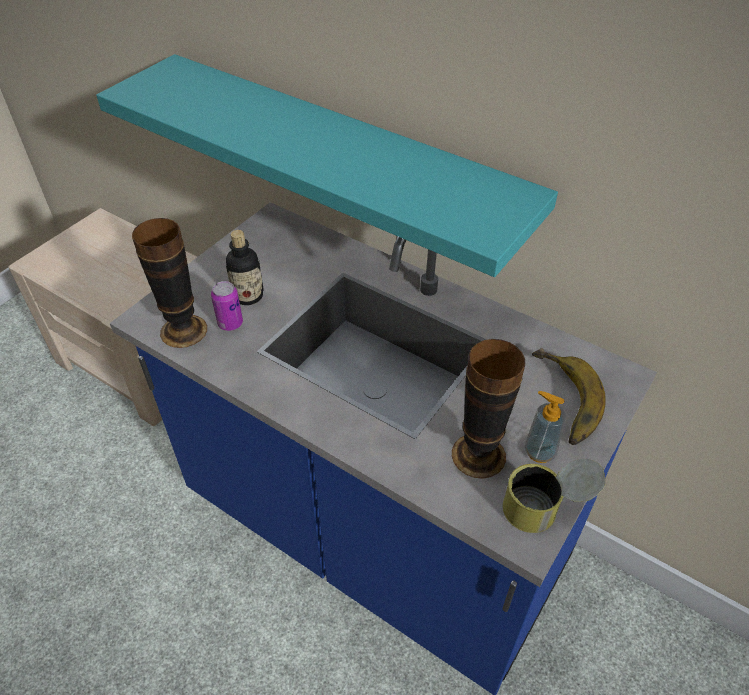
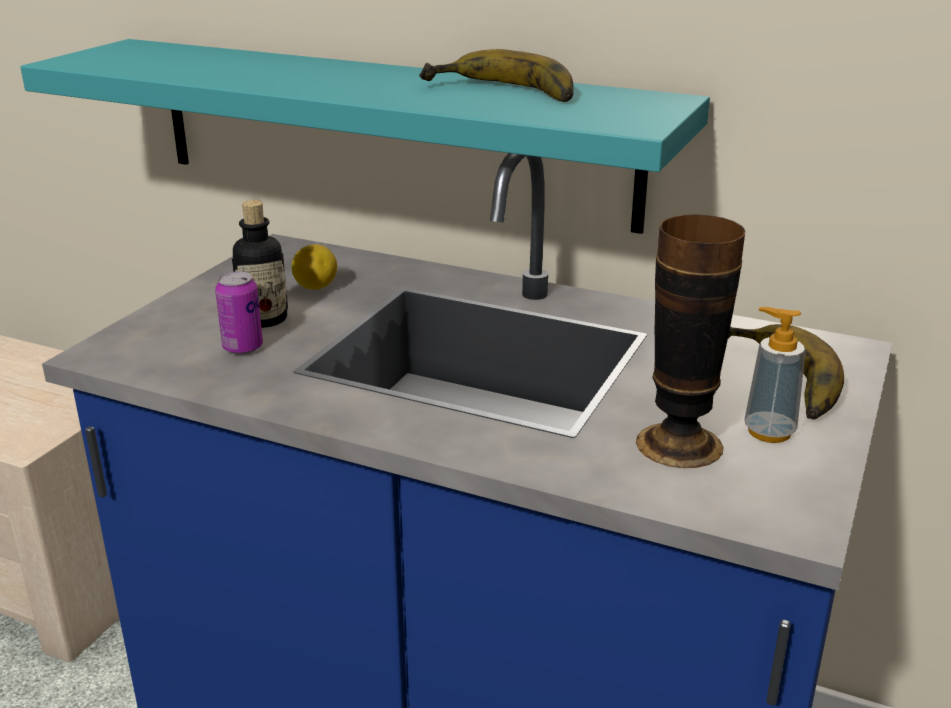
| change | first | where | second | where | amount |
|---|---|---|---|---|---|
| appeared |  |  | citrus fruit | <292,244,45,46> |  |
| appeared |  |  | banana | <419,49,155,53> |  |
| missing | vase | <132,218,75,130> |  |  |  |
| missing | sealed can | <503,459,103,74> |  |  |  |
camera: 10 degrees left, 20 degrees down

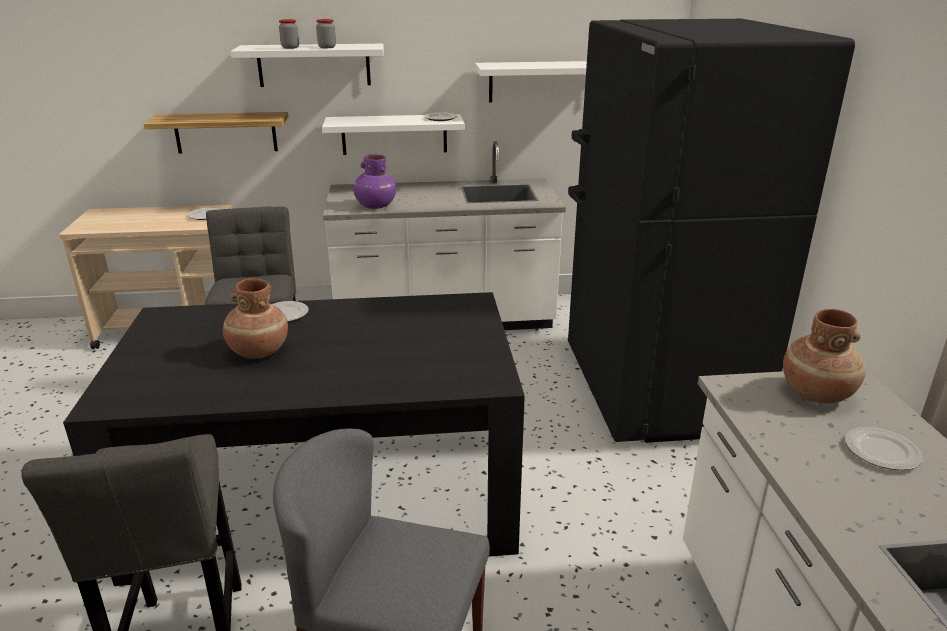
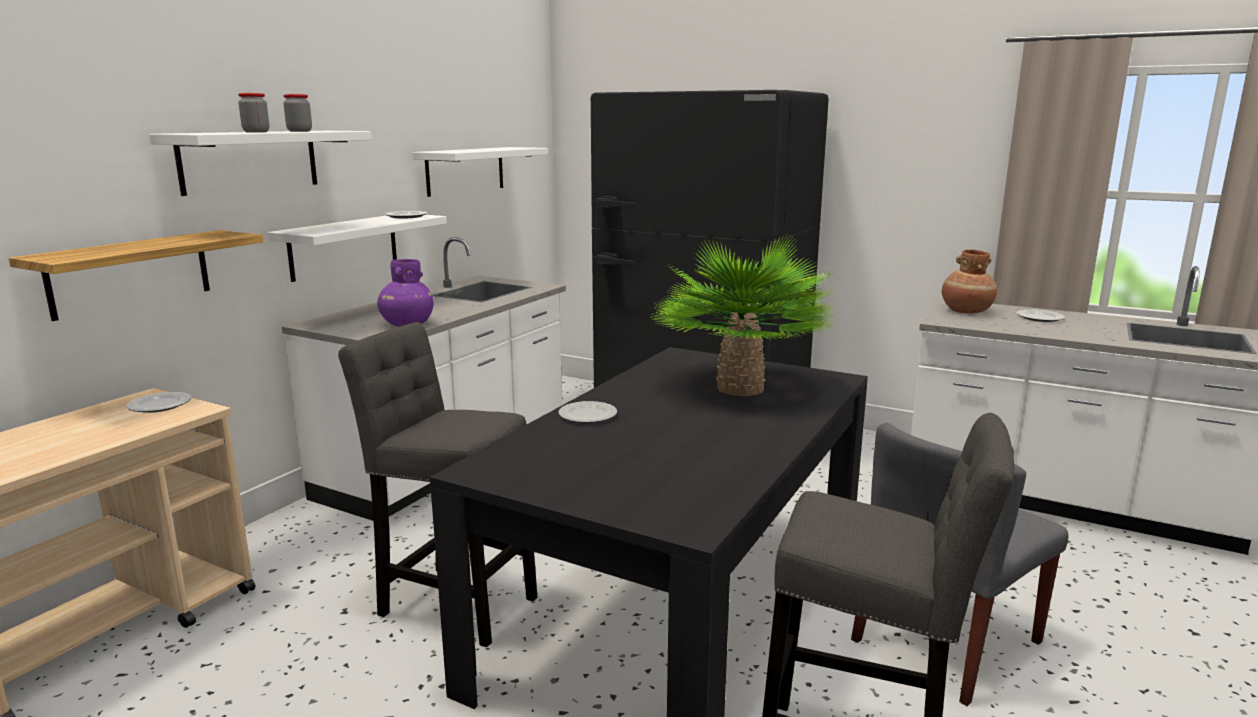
| change | first | where | second | where | amount |
|---|---|---|---|---|---|
| appeared |  |  | plant in a pot | <650,234,187,162> |  |
| missing | brown vase | <223,279,65,80> |  |  |  |
camera: 55 degrees left, 10 degrees down

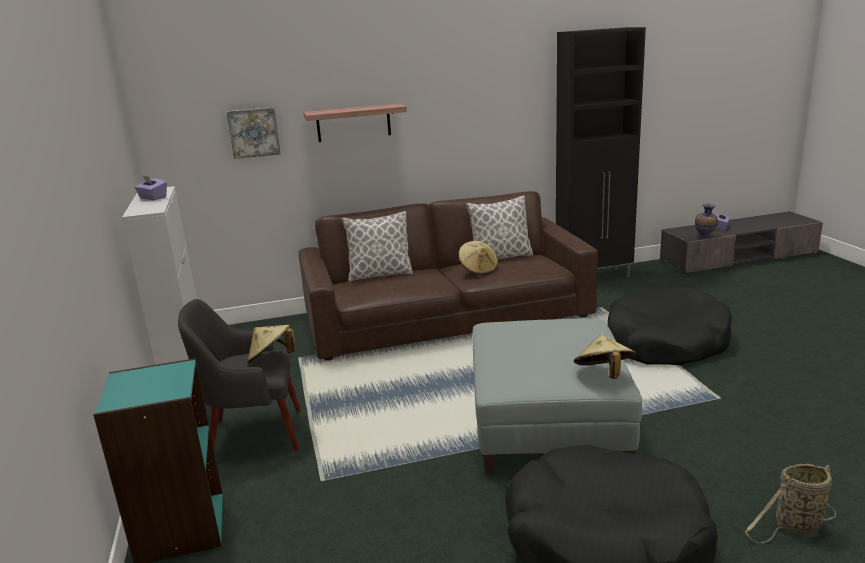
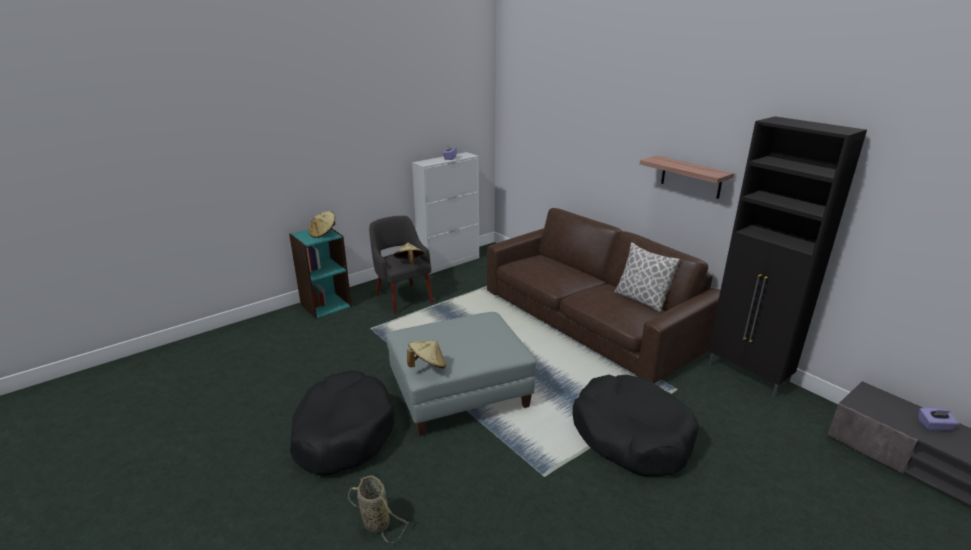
| change | first | where | second | where | amount |
|---|---|---|---|---|---|
| relocated | beige wearable hat | <459,241,39,34> |  | <308,211,27,27> |  |
| relocated | bracket shelf | <303,103,104,39> |  | <640,156,94,43> |  |
| missing | wall art | <227,107,53,52> |  |  |  |
| missing | throw pillow | <342,211,71,71> |  |  |  |
| missing | vase | <695,203,23,34> |  |  |  |
camera: 65 degrees right, 5 degrees up

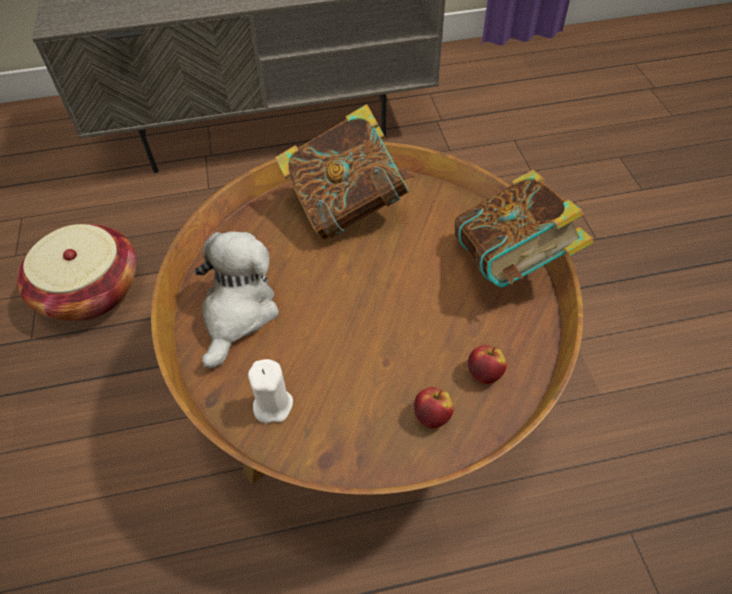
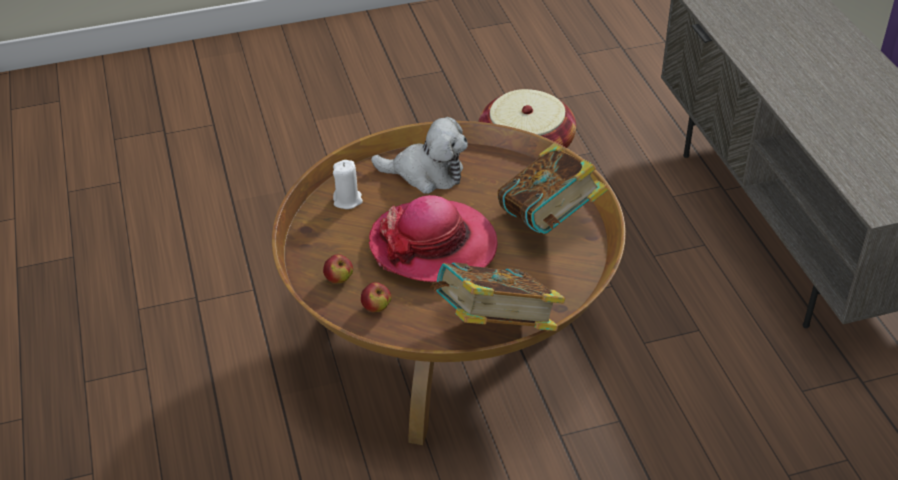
| change | first | where | second | where | amount |
|---|---|---|---|---|---|
| appeared |  |  | wearable hat | <369,195,129,87> |  |
camera: 85 degrees right, 10 degrees down

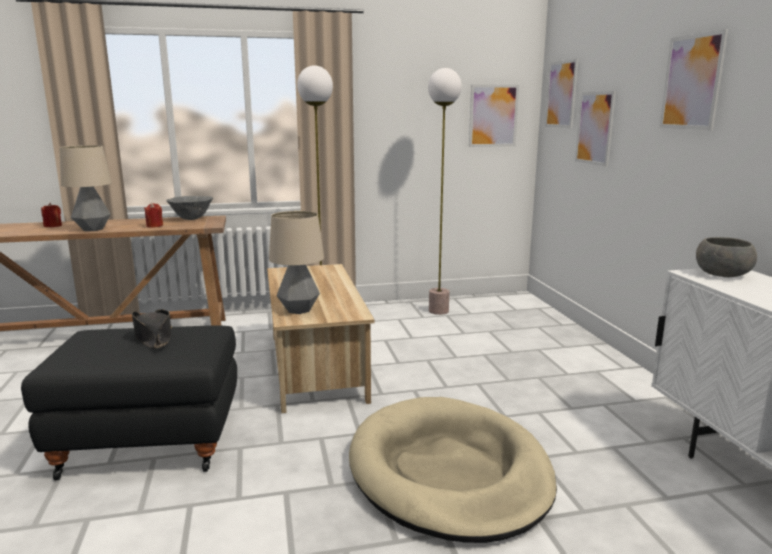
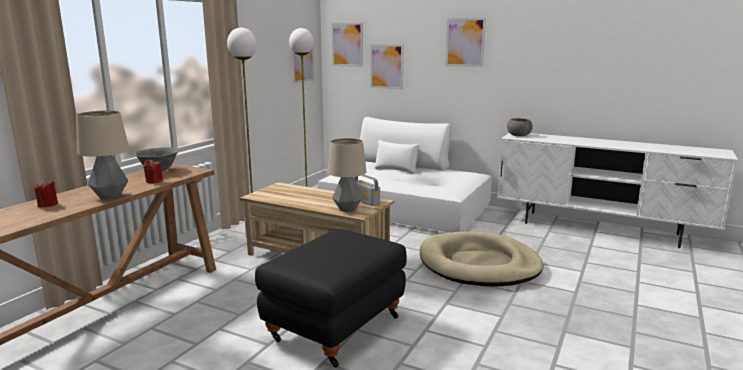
| change | first | where | second | where | amount |
|---|---|---|---|---|---|
| appeared |  |  | whitish couch | <318,117,174,116> |  |
| appeared |  |  | radio set | <354,175,26,31> |  |
| missing | blackish wearable hat | <132,309,40,39> |  |  |  |
camera: 50 degrees left, 0 degrees up

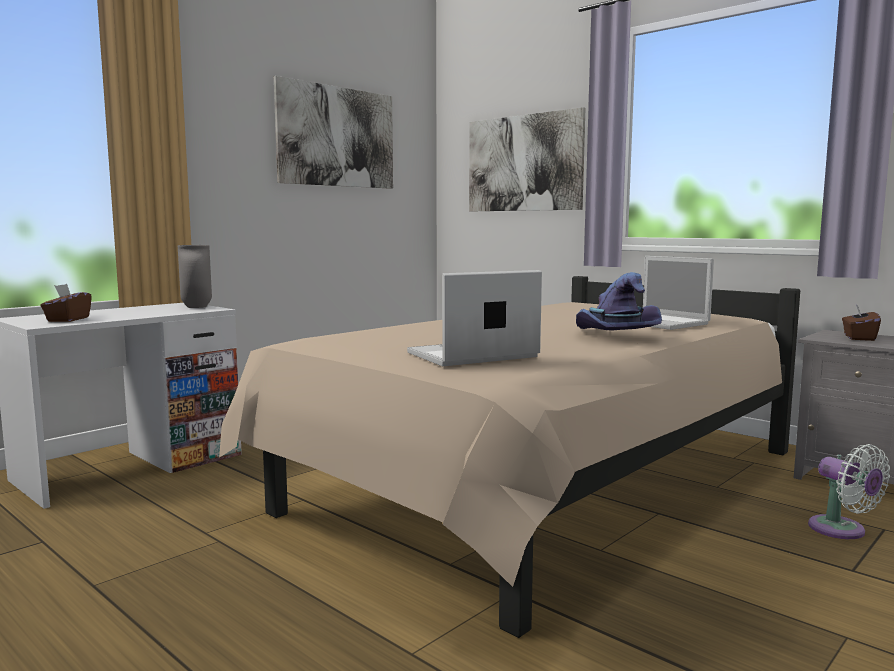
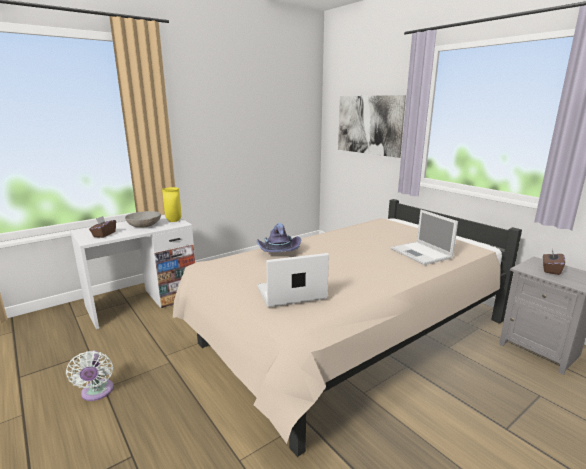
| change | first | where | second | where | amount |
|---|---|---|---|---|---|
| relocated | whitish fan | <808,444,82,95> |  | <66,351,48,50> |  |
| appeared |  |  | gray deep dish | <125,211,36,16> |  |
| colour | gray vase | <178,245,34,63> | yellow-coloured vase | <162,187,20,35> |  |
| relocated | purple-coloured wearable hat | <576,272,86,59> |  | <257,223,44,29> |  |
| missing | wall art | <274,76,119,113> |  |  |  |
camera: 10 degrees right, 10 degrees up

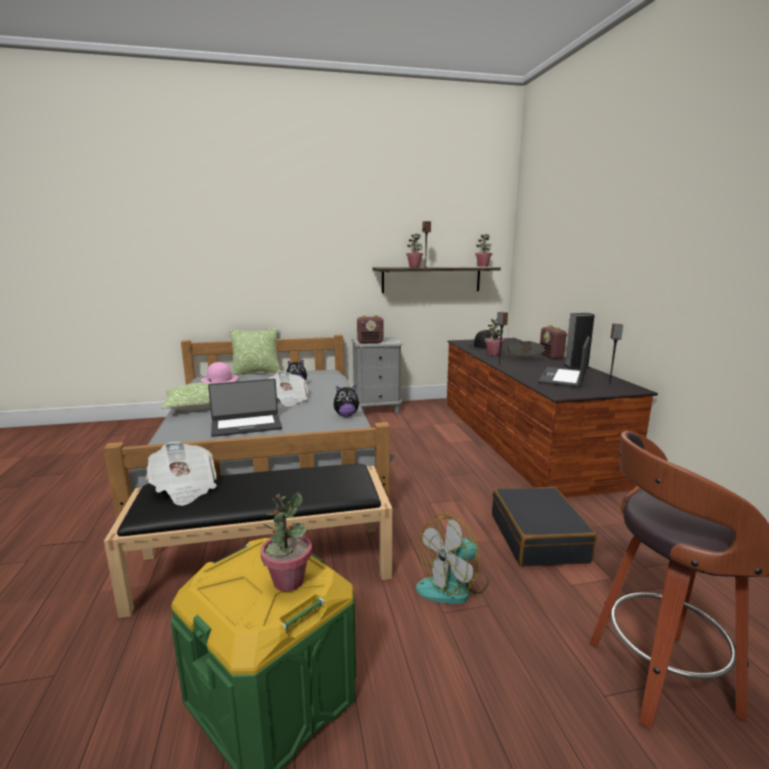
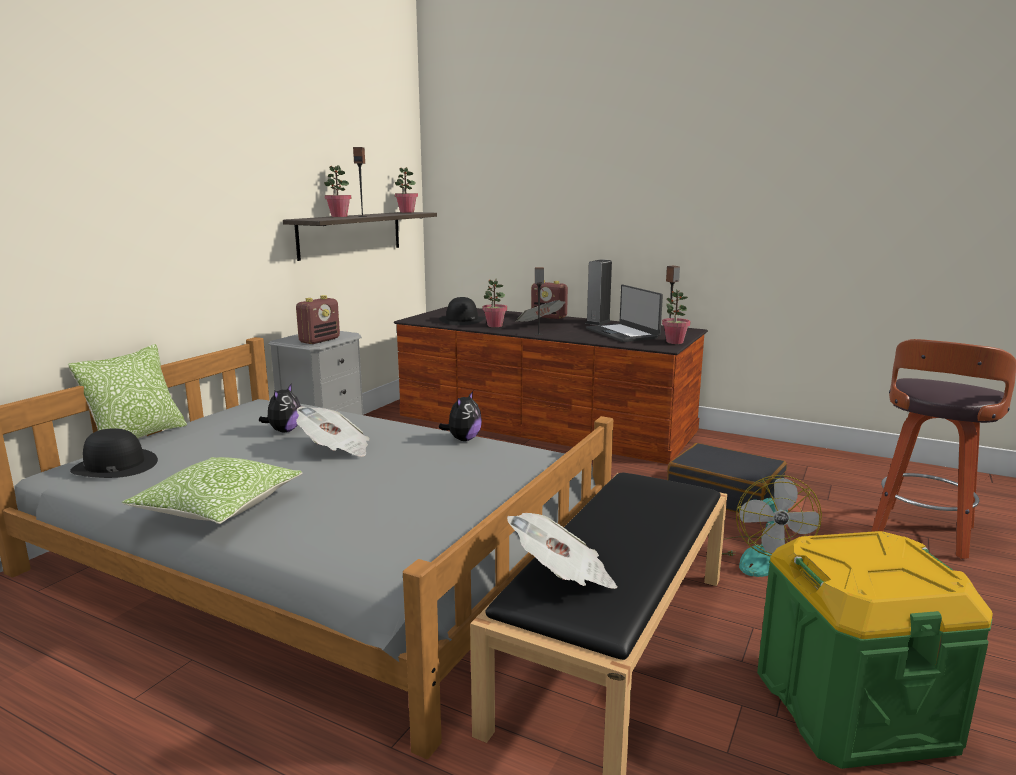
| change | first | where | second | where | amount |
|---|---|---|---|---|---|
| colour | pinkish wearable hat | <201,362,37,21> | blackish wearable hat | <70,428,88,50> |  |
| relocated | plant in a pot | <260,492,52,100> |  | <662,289,29,55> |  |
| missing | notebook computer | <208,379,74,58> |  |  |  |
camera: 50 degrees left, 0 degrees up

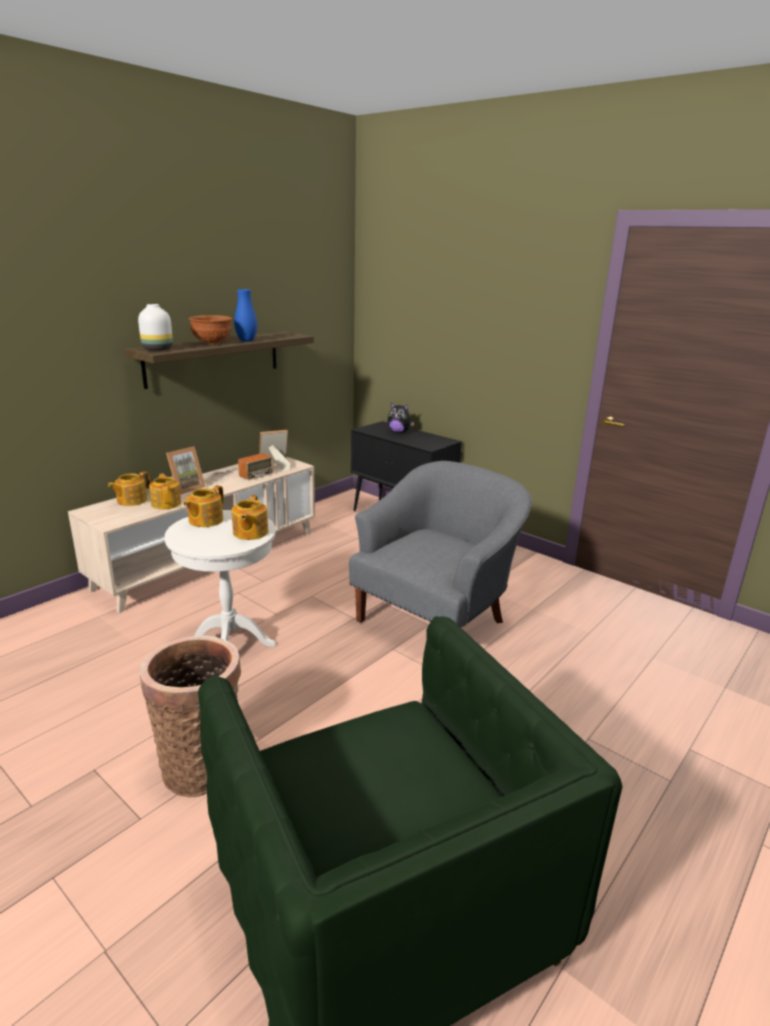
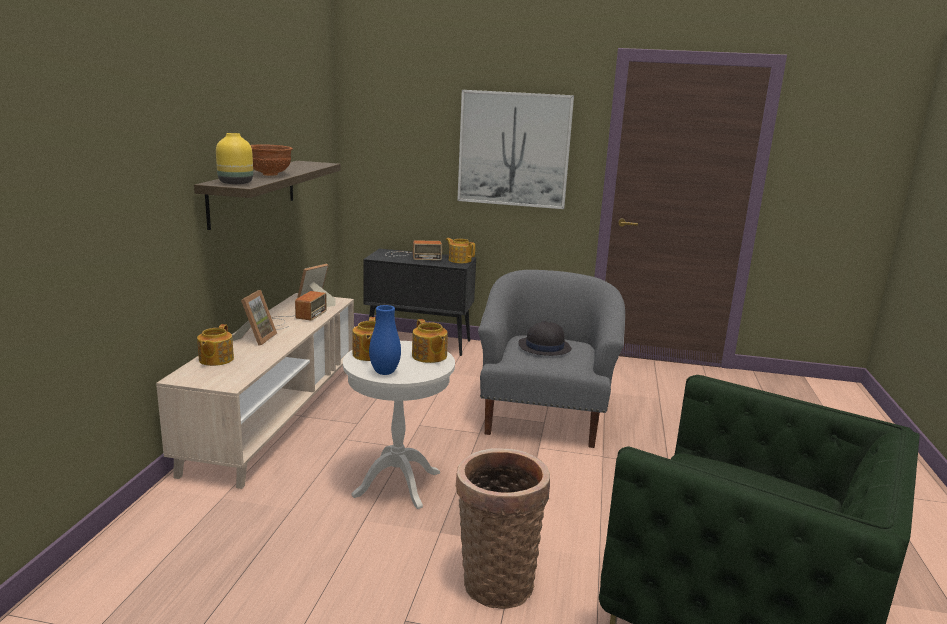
| change | first | where | second | where | amount |
|---|---|---|---|---|---|
| colour | whitish vase | <138,304,35,47> | yellow-coloured vase | <216,133,37,51> |  |
| relocated | bluish vase | <234,289,23,53> |  | <369,305,32,70> |  |
| exchanged | soft toy | <388,402,26,31> | radio set | <385,240,57,20> |  |
| relocated | tea pot | <149,473,32,36> |  | <446,238,29,25> |  |
| appeared |  |  | wall art | <457,90,117,119> |  |
| appeared |  |  | blackish wearable hat | <518,321,54,35> |  |
camera: 30 degrees left, 5 degrees down

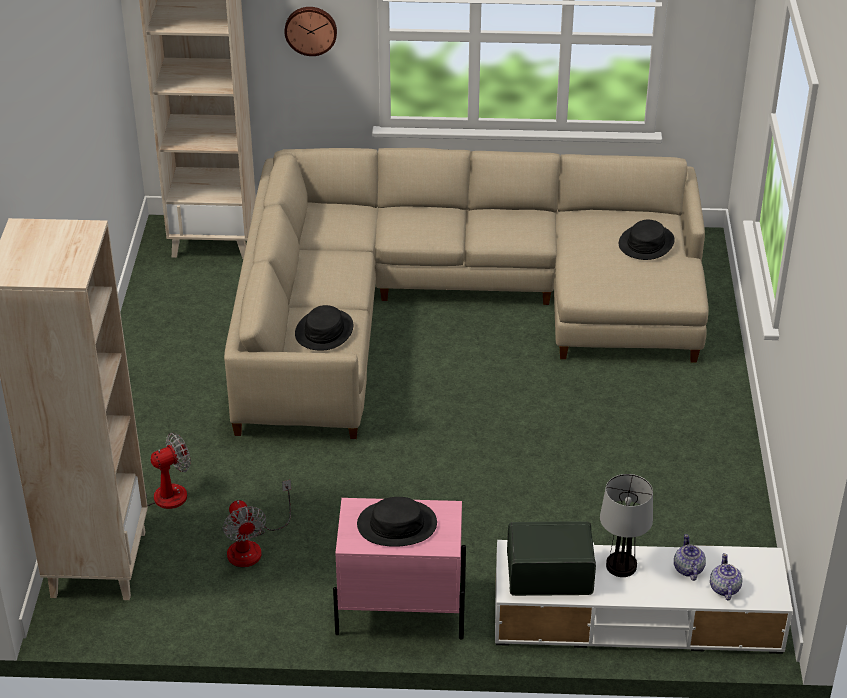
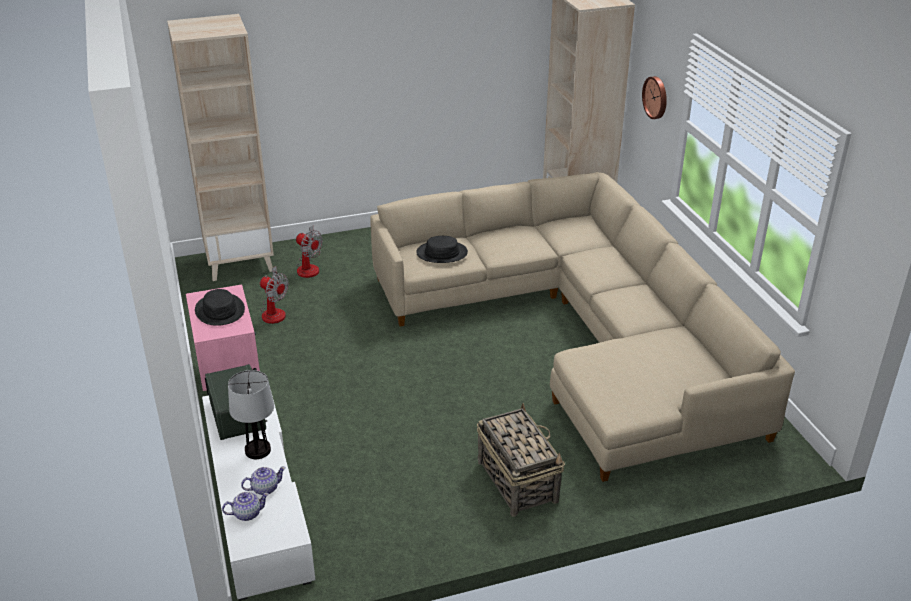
| change | first | where | second | where | amount |
|---|---|---|---|---|---|
| spun | fan | <223,480,68,87> |  | <260,266,29,58> | 105 degrees counterclockwise |
| appeared |  |  | household basket | <477,403,88,114> |  |
| missing | blackish wearable hat | <619,220,56,40> |  |  |  |
camera: 70 degrees right, 5 degrees down

